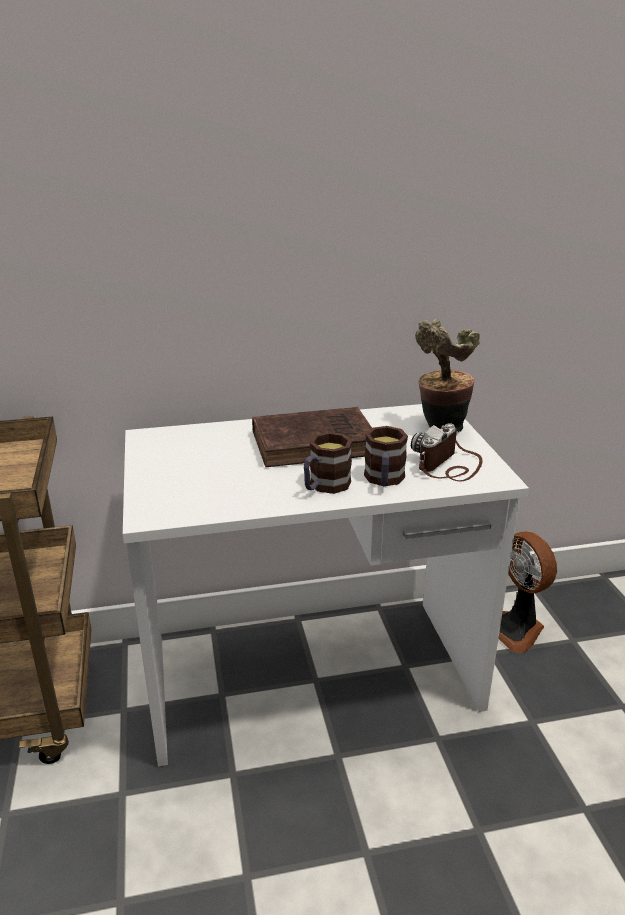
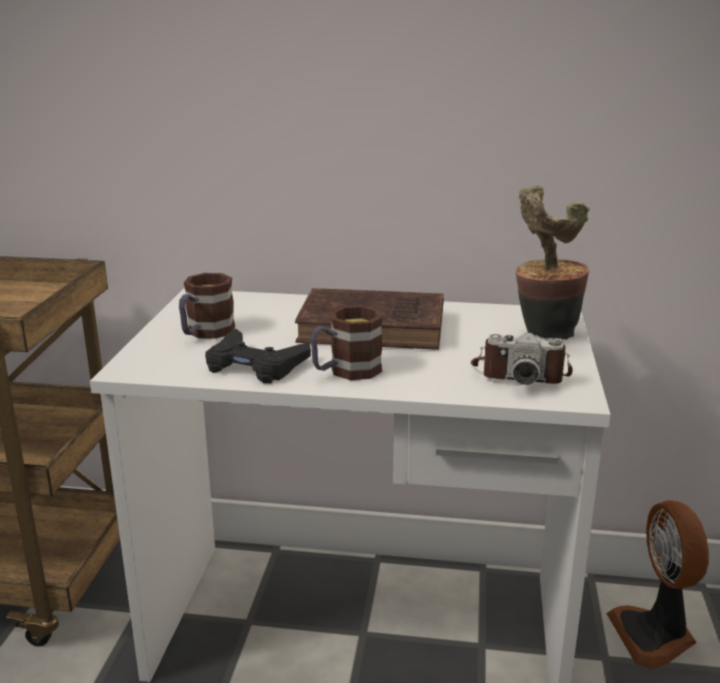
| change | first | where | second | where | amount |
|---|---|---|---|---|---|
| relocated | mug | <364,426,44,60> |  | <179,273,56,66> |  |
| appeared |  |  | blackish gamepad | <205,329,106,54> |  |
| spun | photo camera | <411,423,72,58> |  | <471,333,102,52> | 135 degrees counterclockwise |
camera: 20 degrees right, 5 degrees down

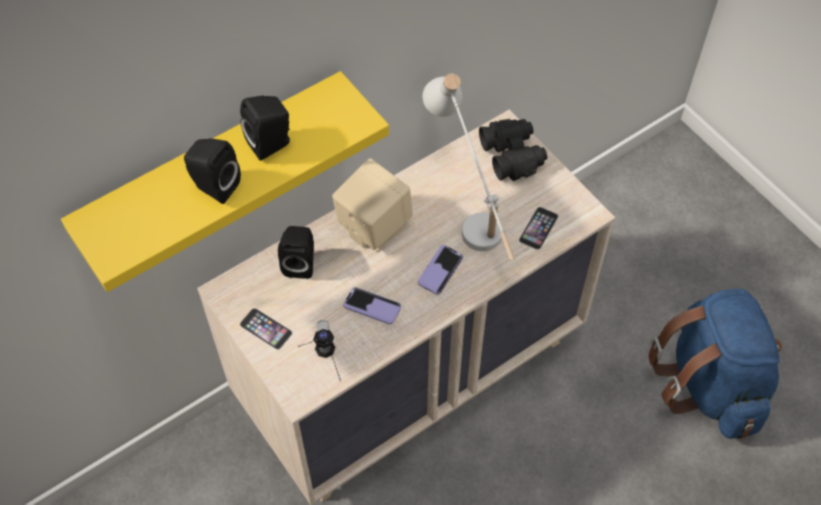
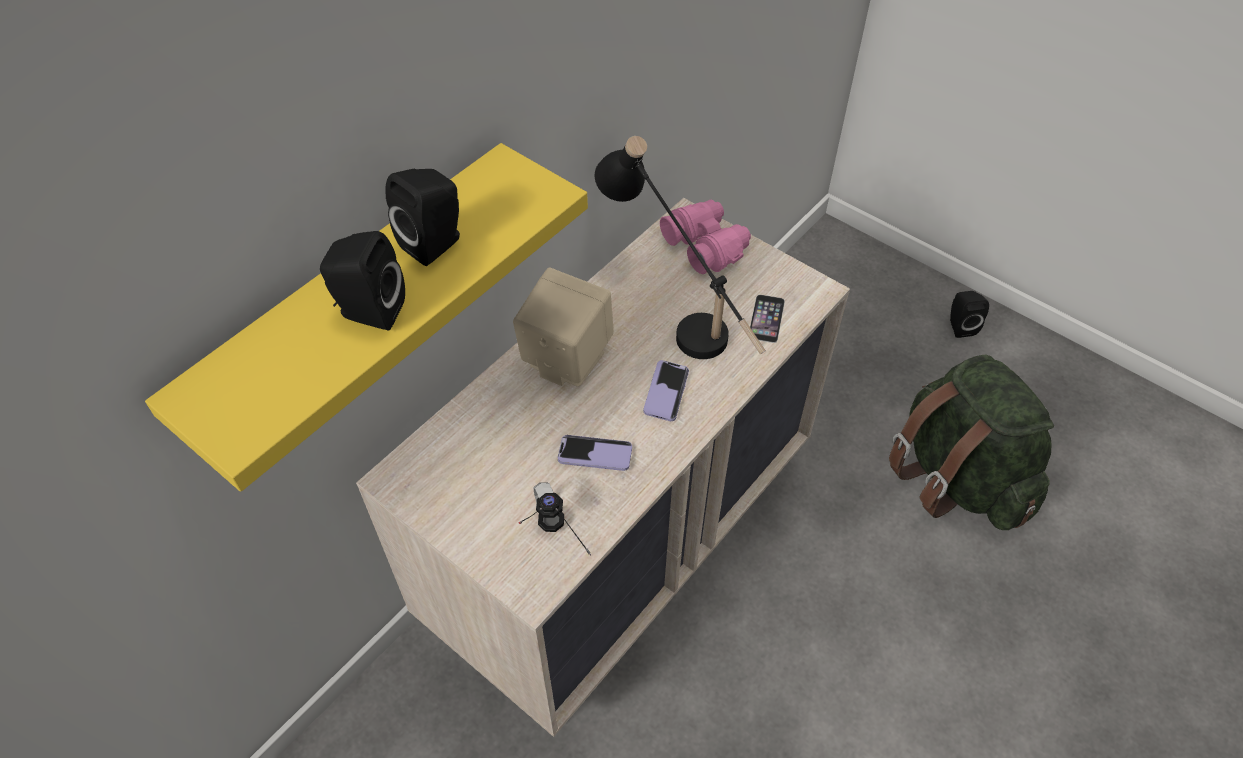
| change | first | where | second | where | amount |
|---|---|---|---|---|---|
| colour | whitish table lamp | <423,74,92,187> | blackish table lamp | <595,136,171,223> |  |
| colour | blackish pair of binoculars | <479,119,68,62> | pinkish pair of binoculars | <660,200,91,74> |  |
| colour | bluish knapsack | <648,289,134,150> | green knapsack | <889,354,165,176> |  |
| relocated | blackish audio speaker | <278,226,36,53> |  | <950,291,39,47> |  |
| missing | handset | <240,308,52,42> |  |  |  |
camera: 15 degrees left, 5 degrees down

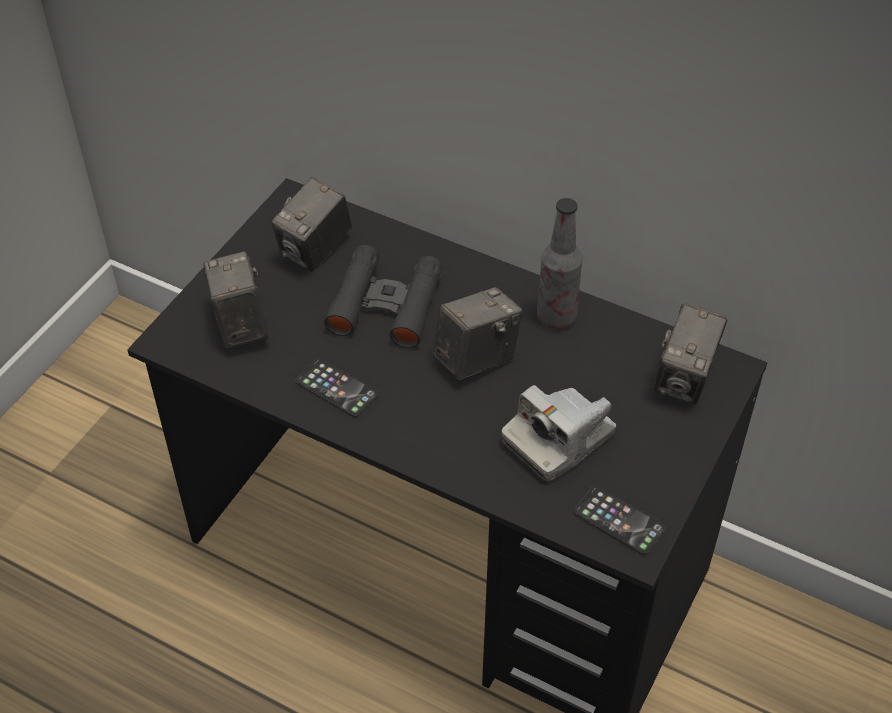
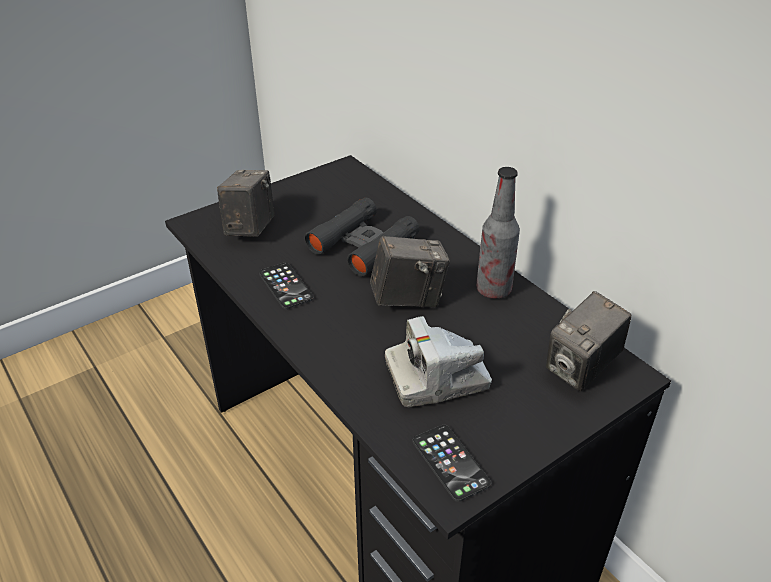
| change | first | where | second | where | amount |
|---|---|---|---|---|---|
| missing | photo camera | <272,176,80,96> |  |  |  |
camera: 25 degrees right, 10 degrees down

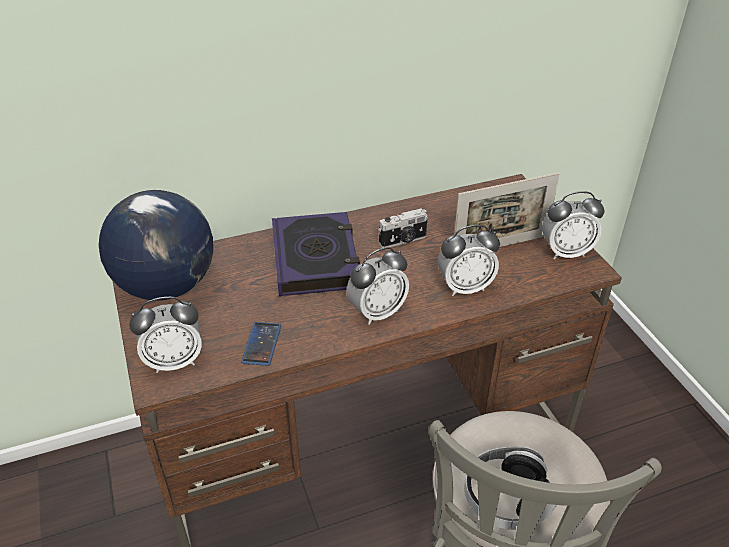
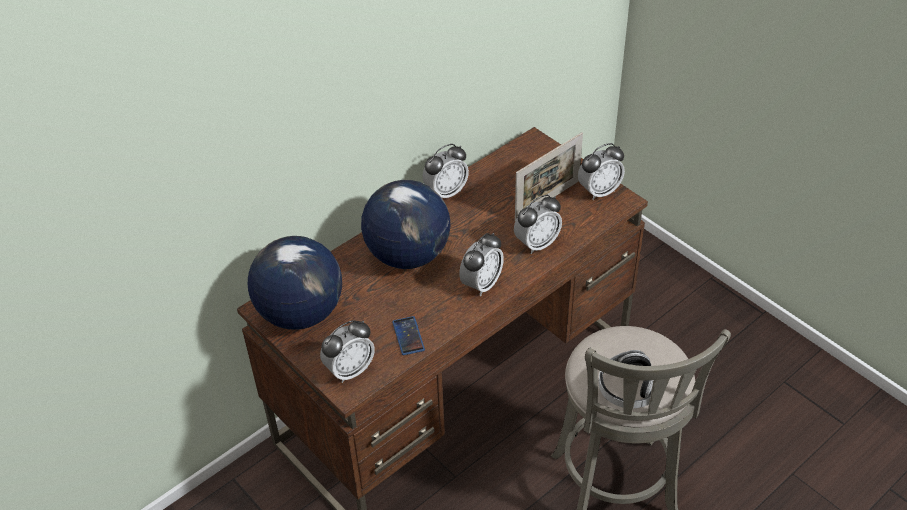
| change | first | where | second | where | amount |
|---|---|---|---|---|---|
| exchanged | book | <272,212,88,84> | world globe | <361,180,89,89> |  |
| appeared |  |  | table clock | <423,144,46,54> |  |
| missing | photo camera | <378,208,50,40> |  |  |  |
camera: 20 degrees left, 5 degrees up

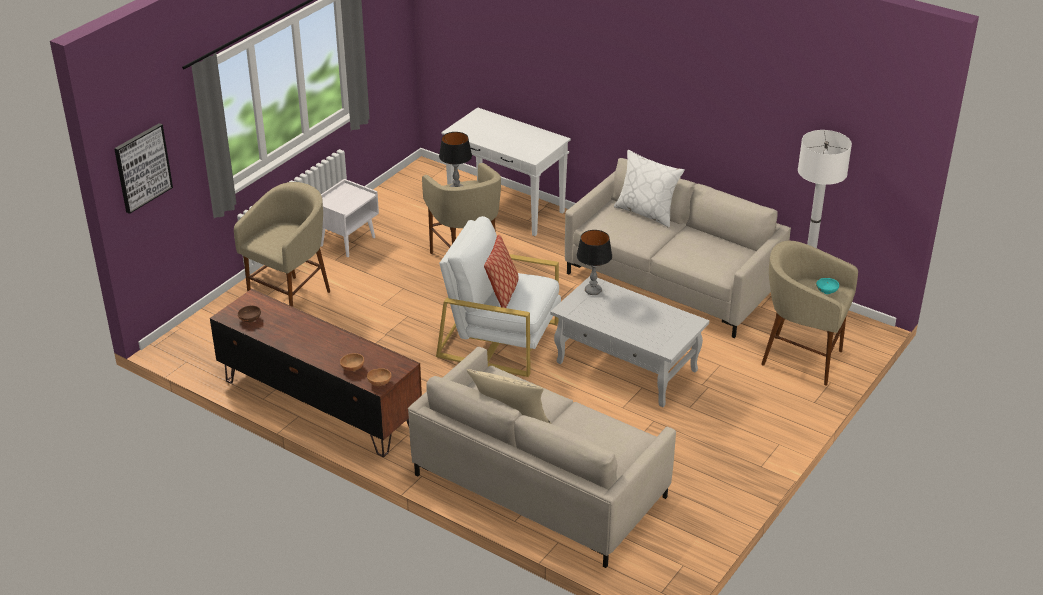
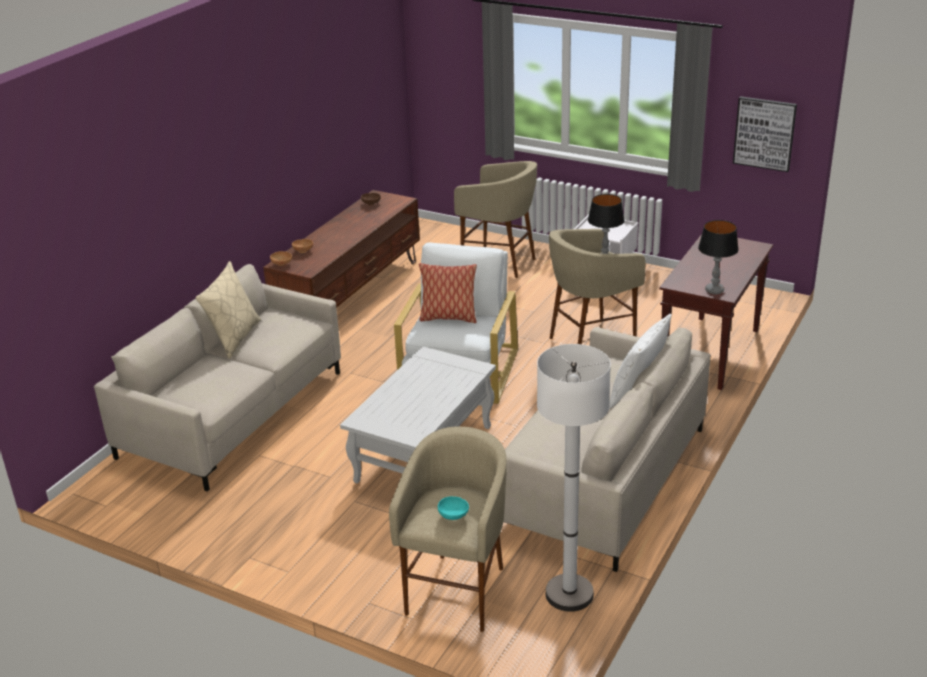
| change | first | where | second | where | amount |
|---|---|---|---|---|---|
| colour | whitish narrow table | <441,107,130,129> | brown narrow table | <659,234,114,156> |  |
| relocated | table lamp | <577,230,35,65> |  | <698,220,41,74> |  |
| relocated | wall art | <114,123,59,91> |  | <733,96,64,76> |  |
camera: 85 degrees right, 5 degrees down

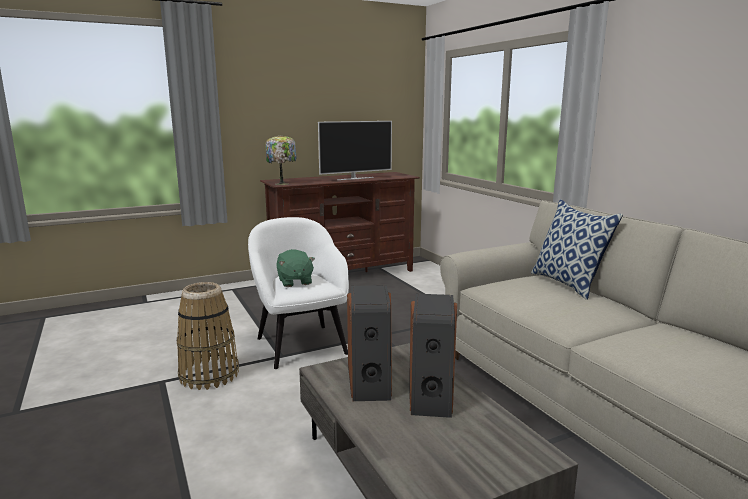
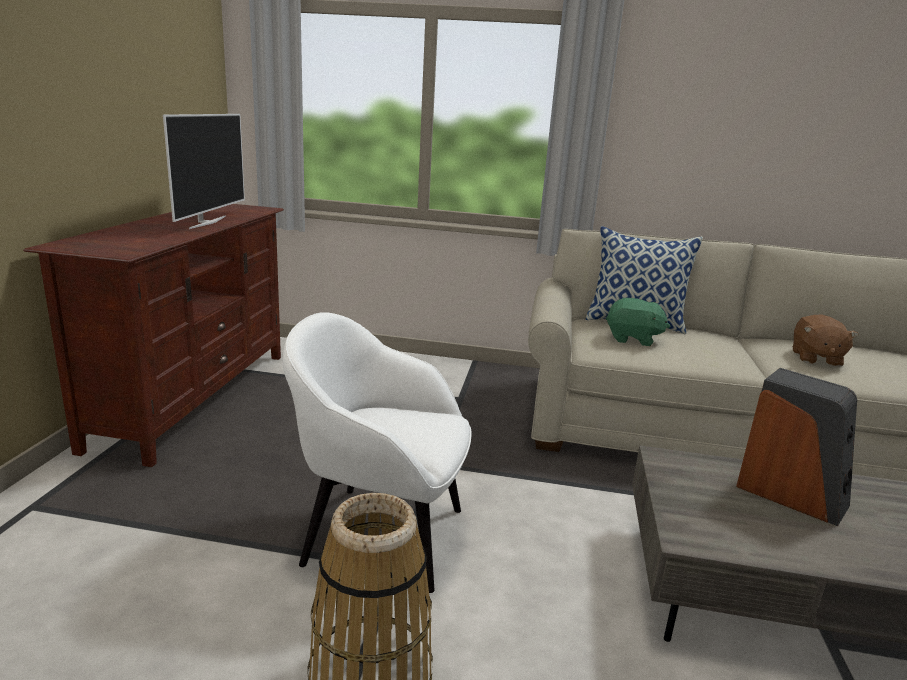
| change | first | where | second | where | amount |
|---|---|---|---|---|---|
| relocated | green soft toy | <276,249,39,38> |  | <606,298,64,48> |  |
| appeared |  |  | brown soft toy | <793,314,66,53> |  |
| missing | table lamp | <265,135,32,50> |  |  |  |
| missing | audio speaker | <347,285,45,116> |  |  |  |
camera: 55 degrees left, 5 degrees up

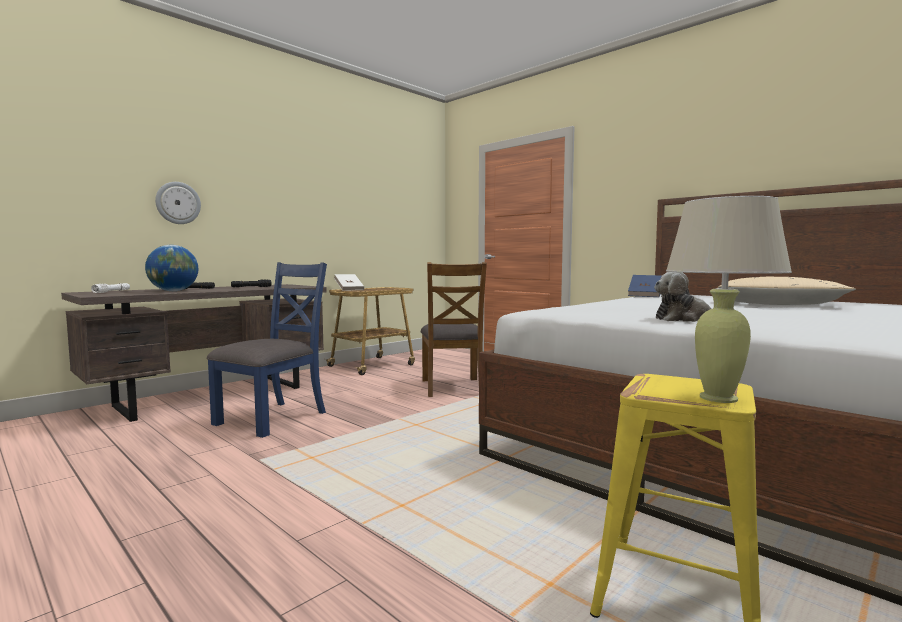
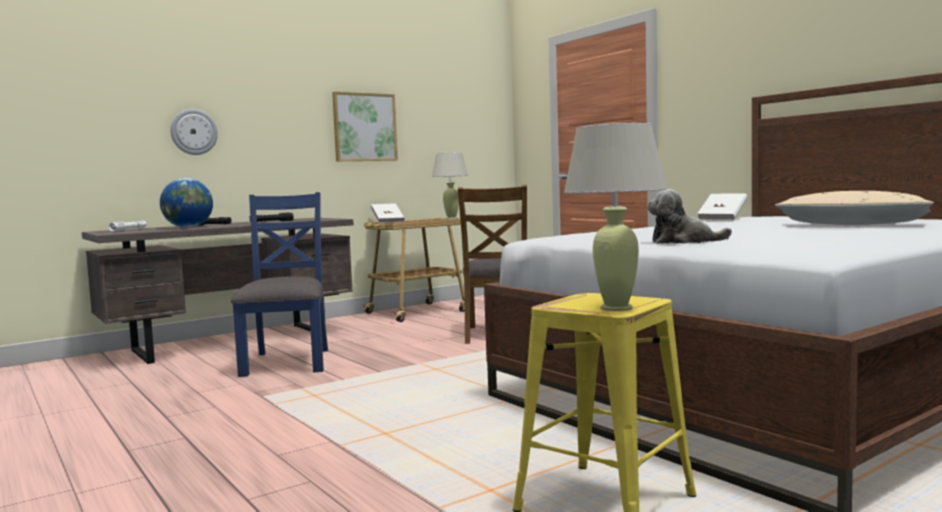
| change | first | where | second | where | amount |
|---|---|---|---|---|---|
| spun | bluish chair | <206,262,121,176> |  | <231,192,97,185> | 45 degrees counterclockwise |
| appeared |  |  | wall art | <332,91,66,70> |  |
| appeared |  |  | beige table lamp | <432,152,36,67> |  |
| colour | bluish book | <628,275,33,22> | whitish book | <697,193,50,27> |  |
camera: 10 degrees right, 0 degrees up

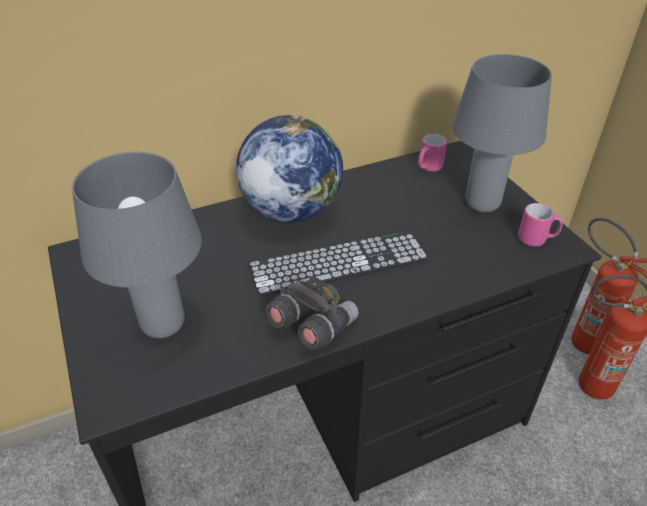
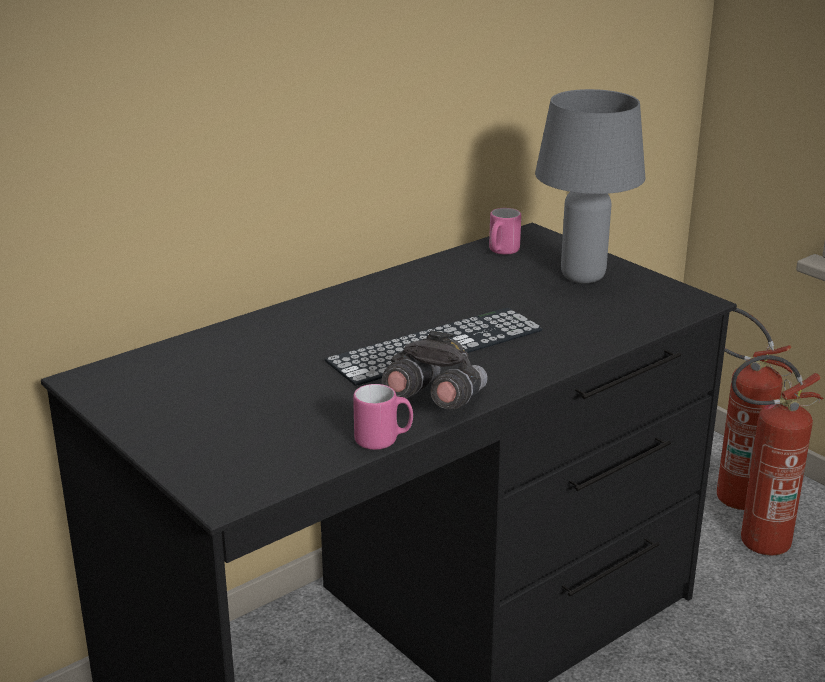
| change | first | where | second | where | amount |
|---|---|---|---|---|---|
| relocated | pinkish mug | <518,203,44,44> |  | <353,384,60,66> |  |
| missing | gray table lamp | <72,152,130,186> |  |  |  |
| missing | world globe | <236,115,107,108> |  |  |  |
camera: 15 degrees left, 15 degrees down

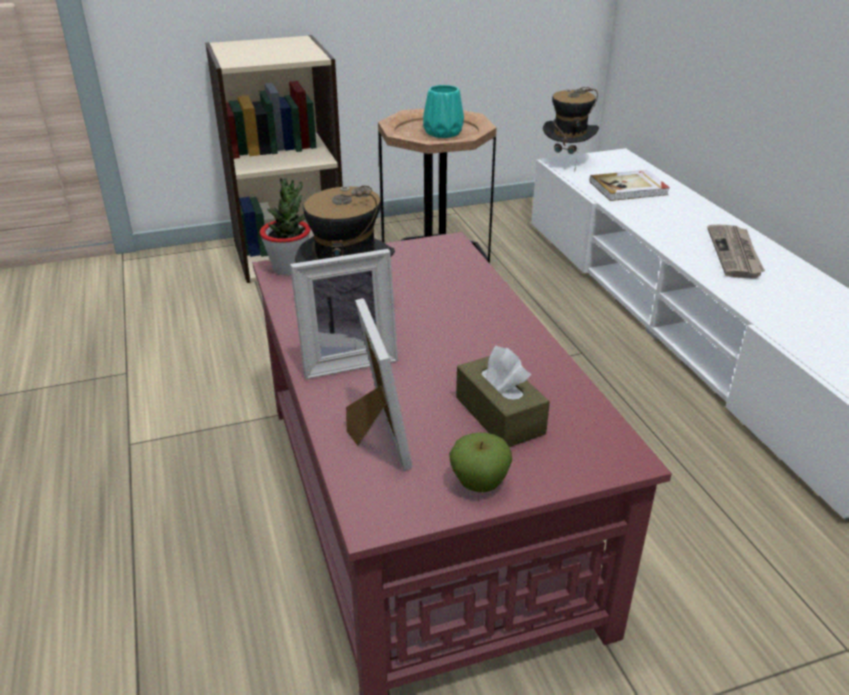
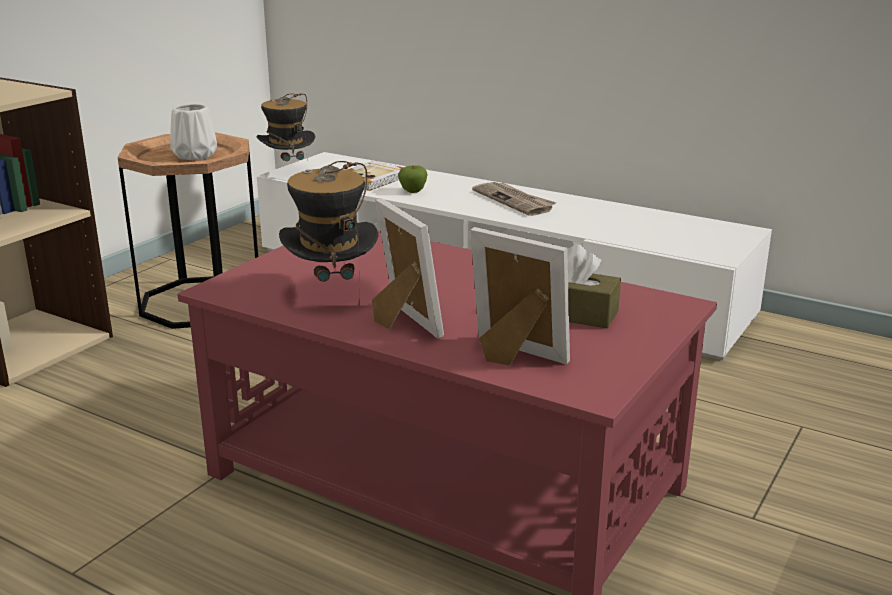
| change | first | where | second | where | amount |
|---|---|---|---|---|---|
| colour | turquoise-coloured vase | <423,85,41,53> | whitish vase | <170,104,47,56> |  |
| spun | photo frame | <290,249,108,130> |  | <372,198,72,141> | 60 degrees counterclockwise |
| relocated | apple fruit | <449,432,63,60> |  | <398,165,29,28> |  |
| missing | plant in a pot | <259,178,51,98> |  |  |  |
camera: 40 degrees left, 10 degrees down

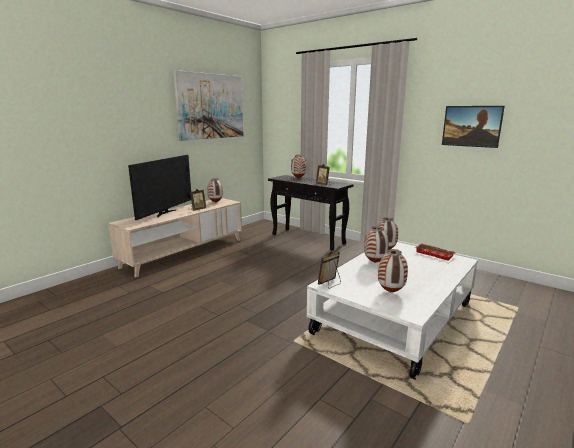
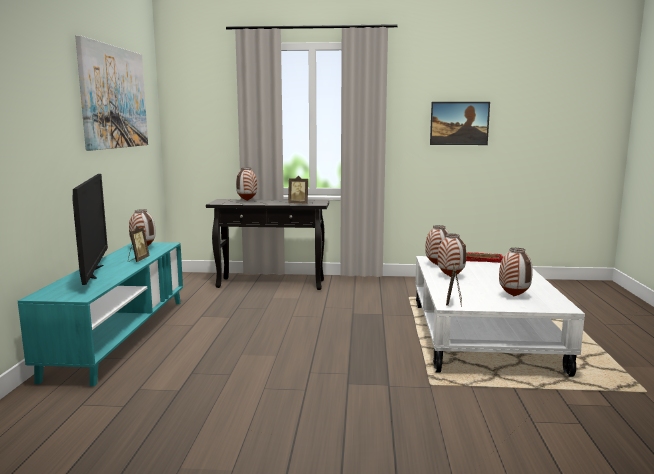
| change | first | where | second | where | amount |
|---|---|---|---|---|---|
| colour | beige tv unit | <108,198,134,79> | turquoise-coloured tv unit | <18,242,165,144> |  |
camera: 35 degrees left, 5 degrees down

